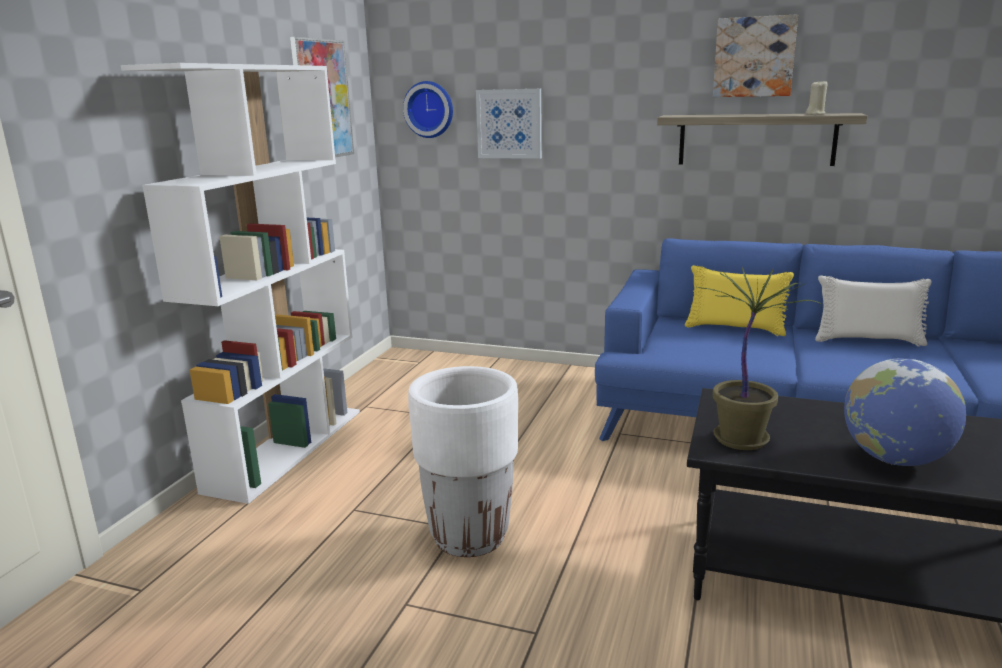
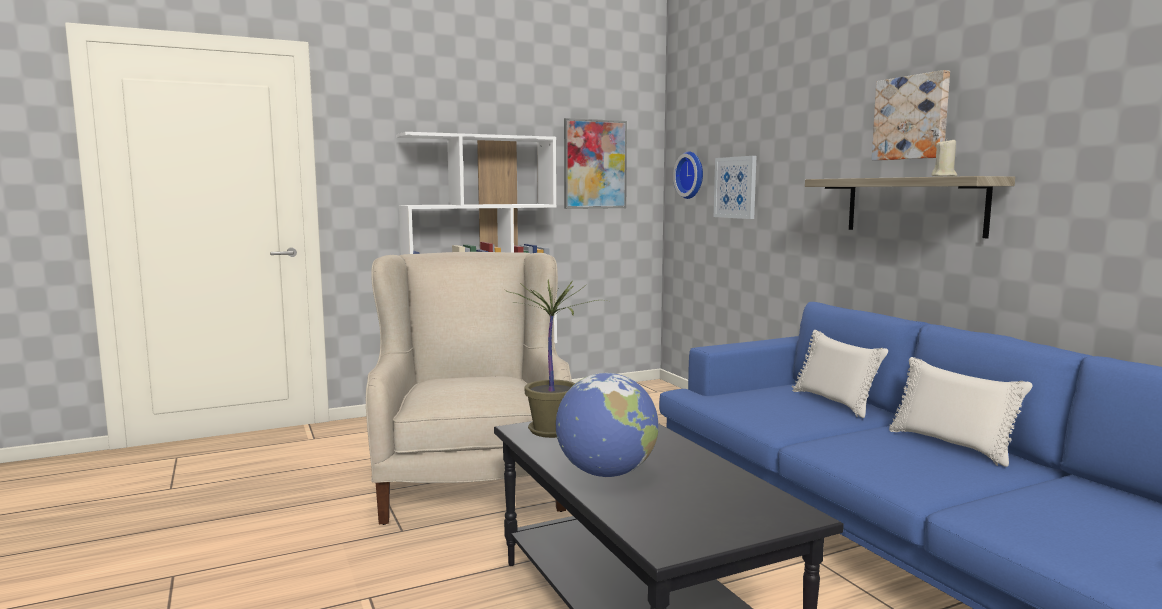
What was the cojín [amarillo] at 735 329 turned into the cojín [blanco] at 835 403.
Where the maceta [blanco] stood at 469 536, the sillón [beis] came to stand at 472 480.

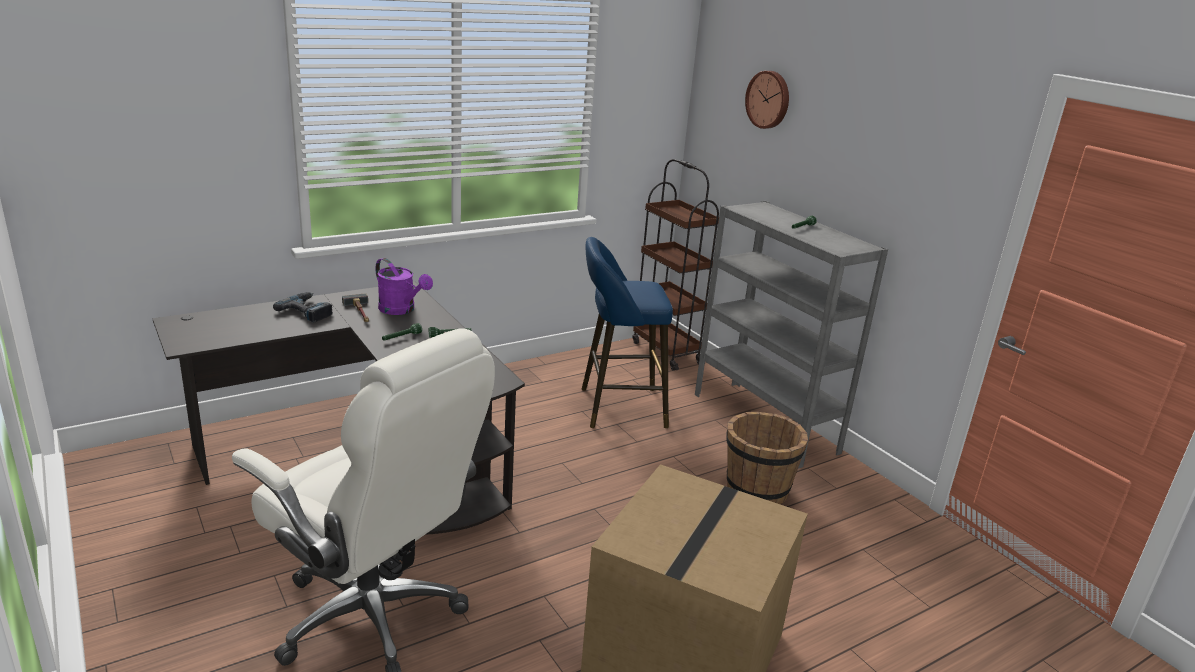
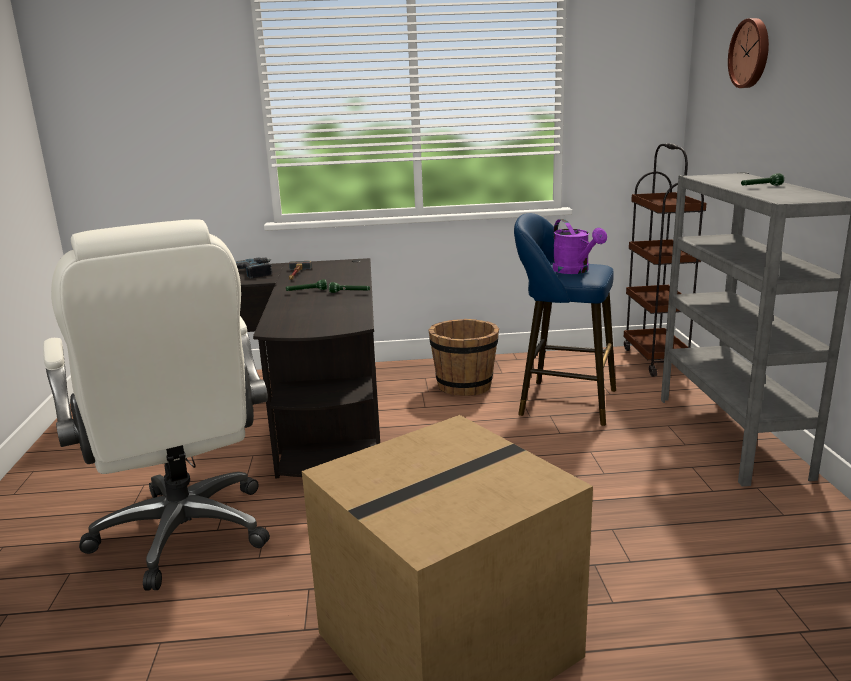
The regadera [morado] ended up elsewhere, having gone from 401 310 to 575 271.
The cubo [marrón] ended up elsewhere, having gone from 756 489 to 464 385.

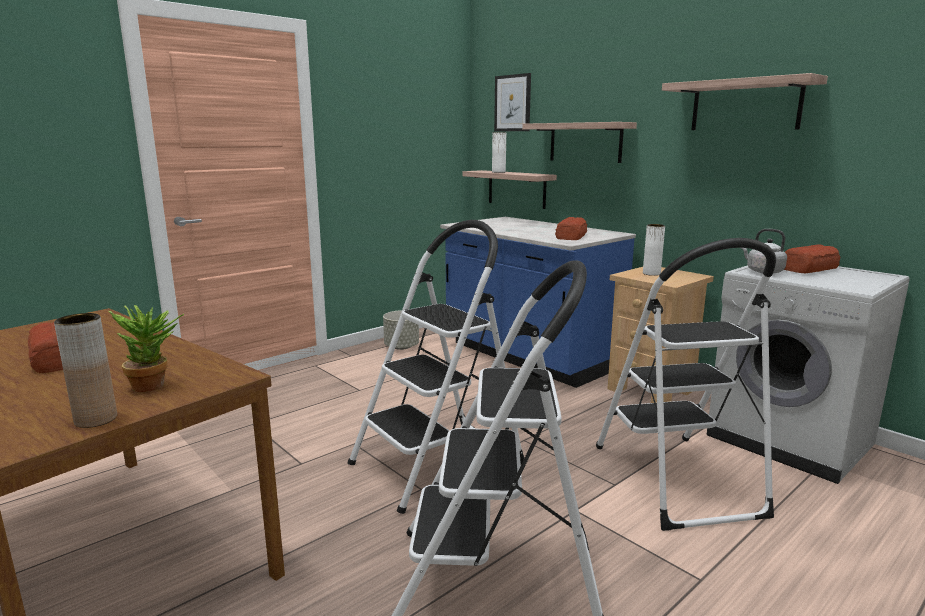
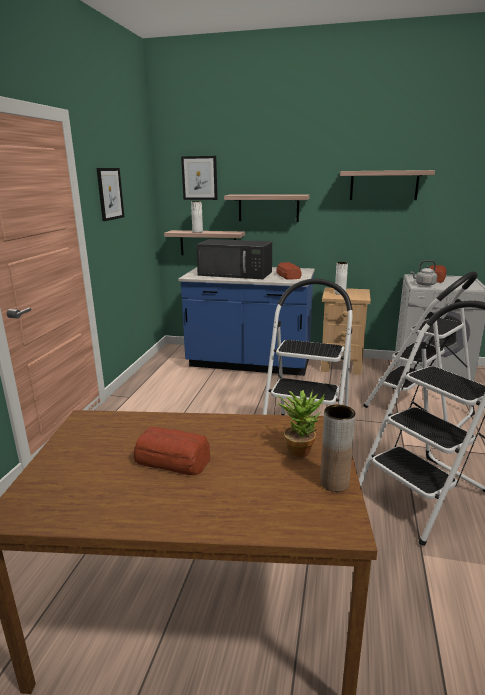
The second view lost the maceta [gris] at 402 347.
The second view gained the cuadro at 110 194.
The second view gained the microondas [negro] at 236 273.

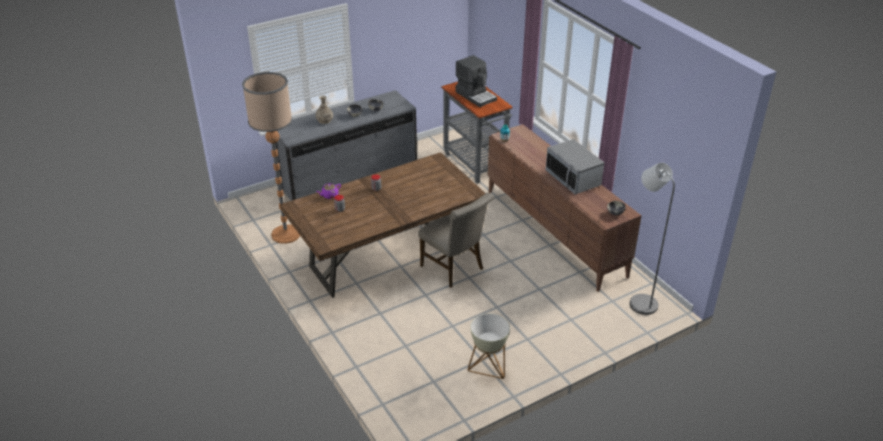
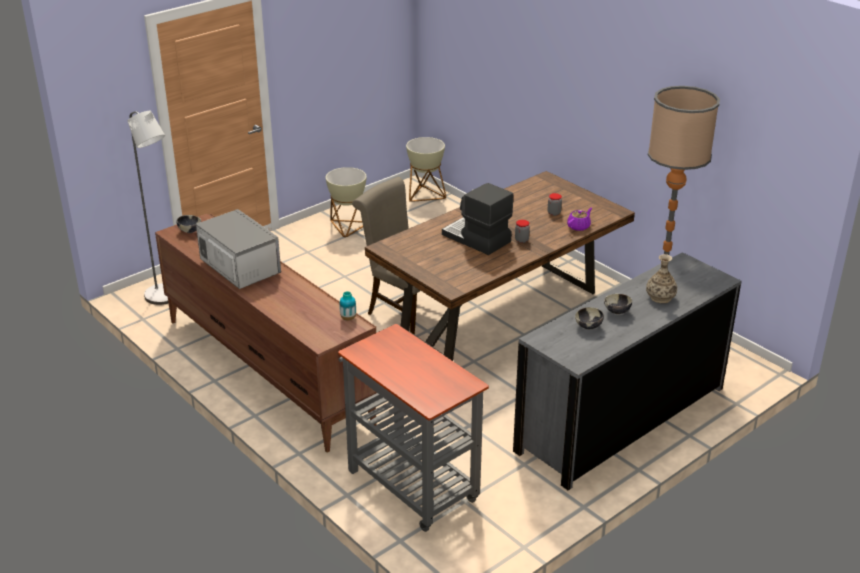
The cafetera ended up elsewhere, having gone from 476 96 to 476 239.
The second view gained the maceta at 426 195.

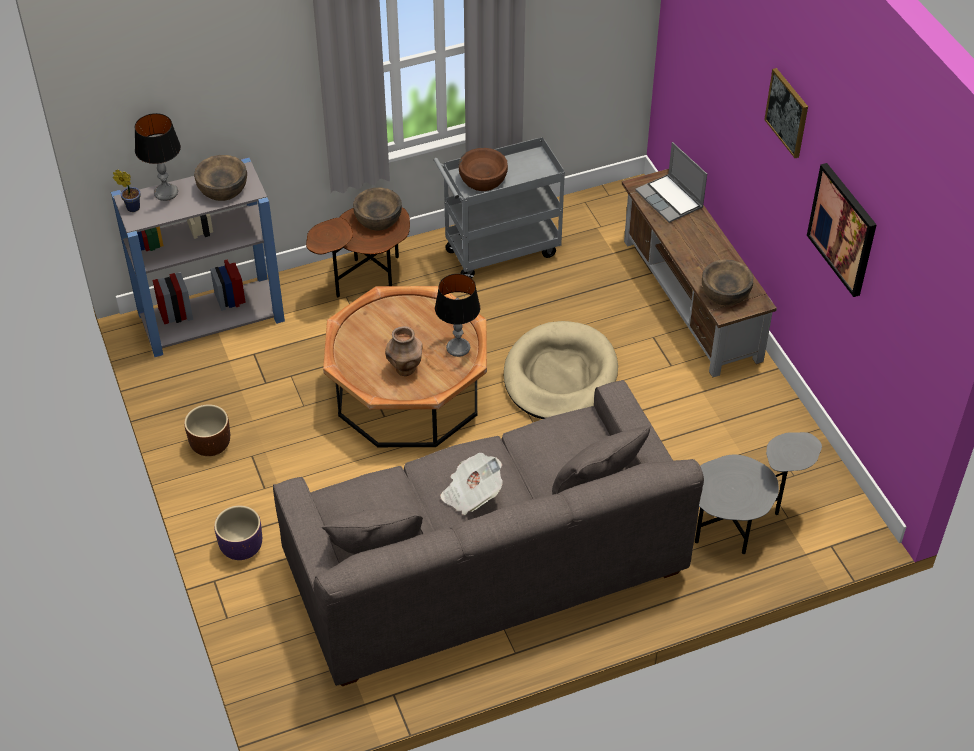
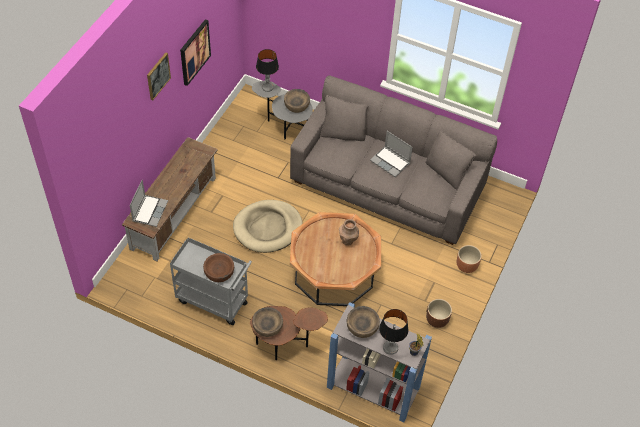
The cuenco [marrón] ended up elsewhere, having gone from 725 292 to 296 105.
The lámpara de mesa ended up elsewhere, having gone from 458 348 to 267 87.
Where the periódico stood at 471 494, the portátil came to stand at 390 162.
What was the maceta [morado] at 241 547 turned into the maceta [marrón] at 466 266.

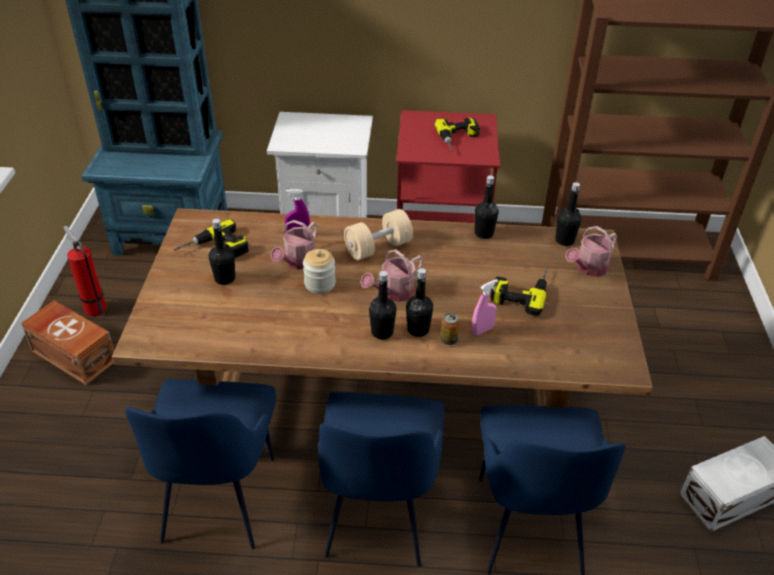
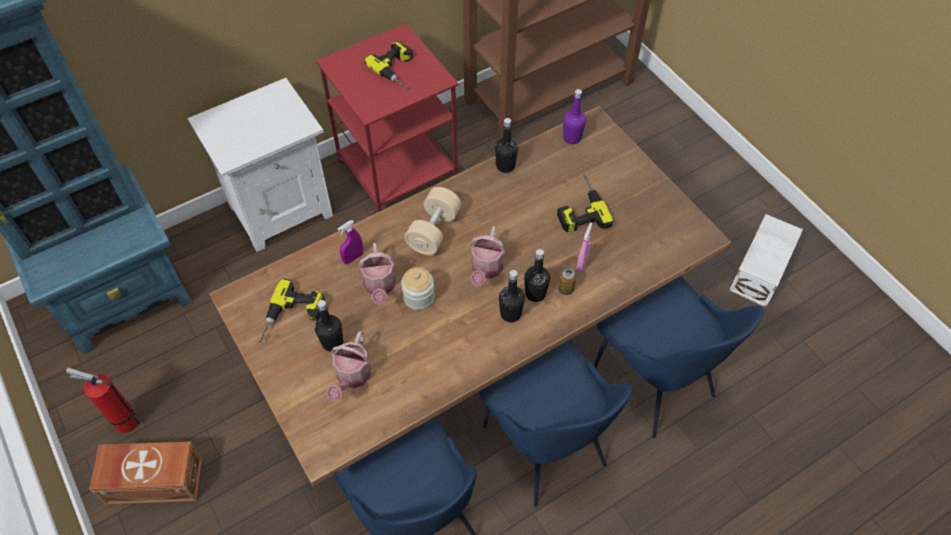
What was the botella [negro] at 564 240 turned into the botella [morado] at 572 138.
The regadera ended up elsewhere, having gone from 588 268 to 351 378.

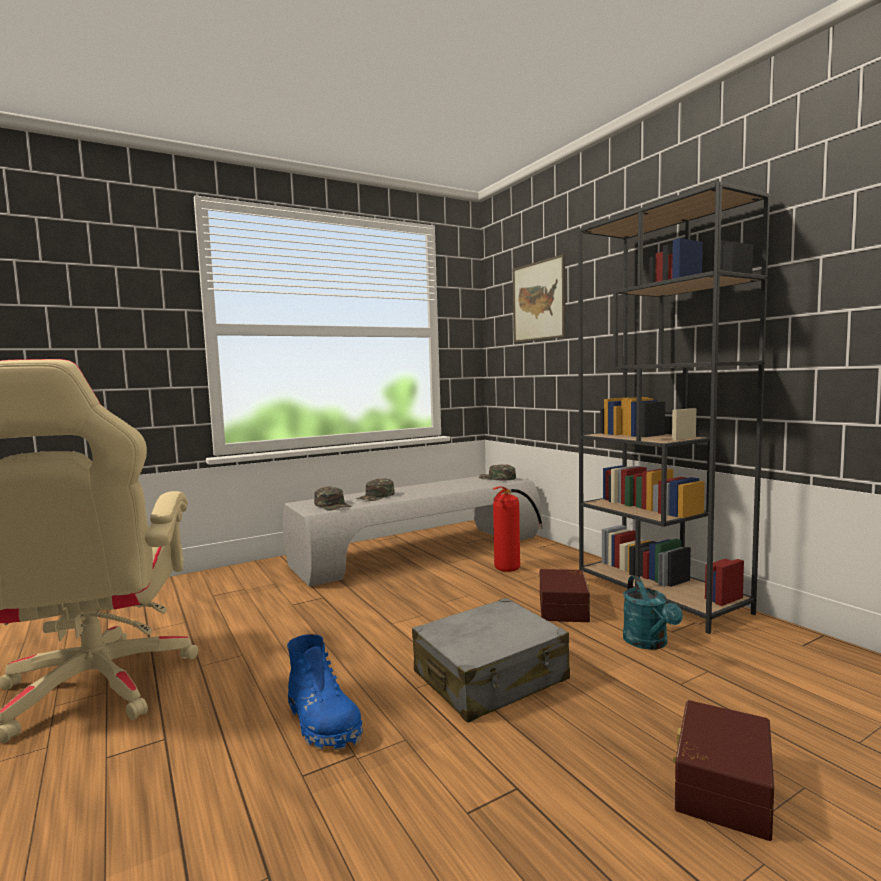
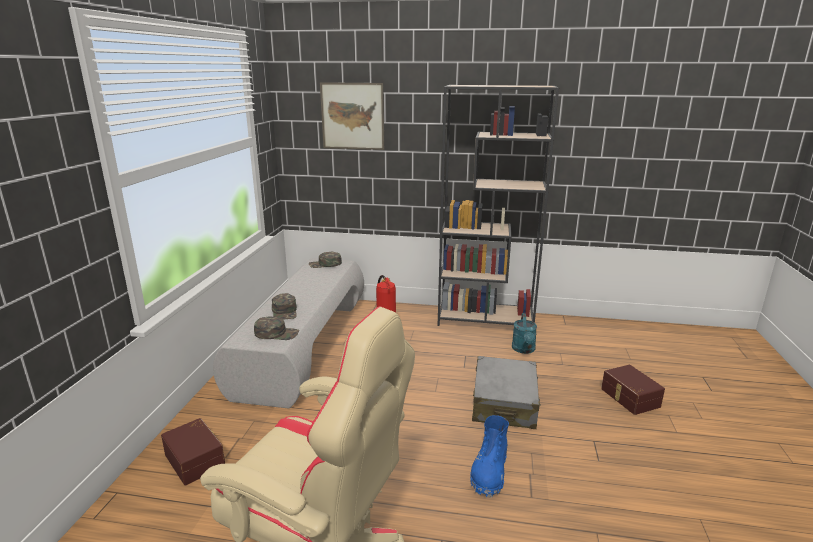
The caja de almacenaje [marrón] ended up elsewhere, having gone from 565 608 to 196 459.
The regadera [turquesa] at 649 643 ended up facing another way, 60 degrees clockwise from before.
The bota [azul] at 323 723 ended up facing another way, 105 degrees clockwise from before.

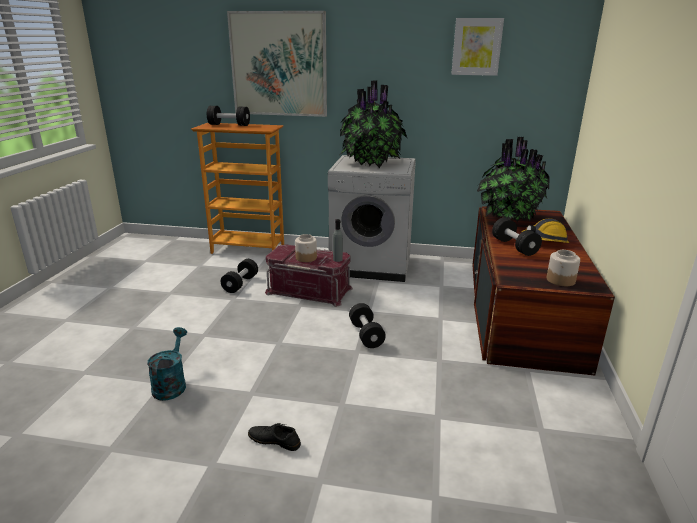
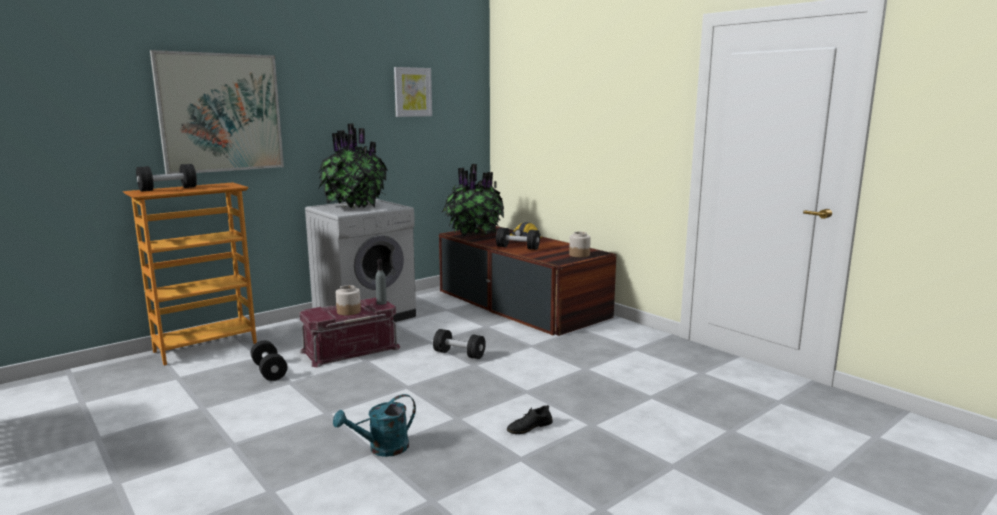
The regadera [turquesa] at 171 384 ended up facing another way, 75 degrees counterclockwise from before.

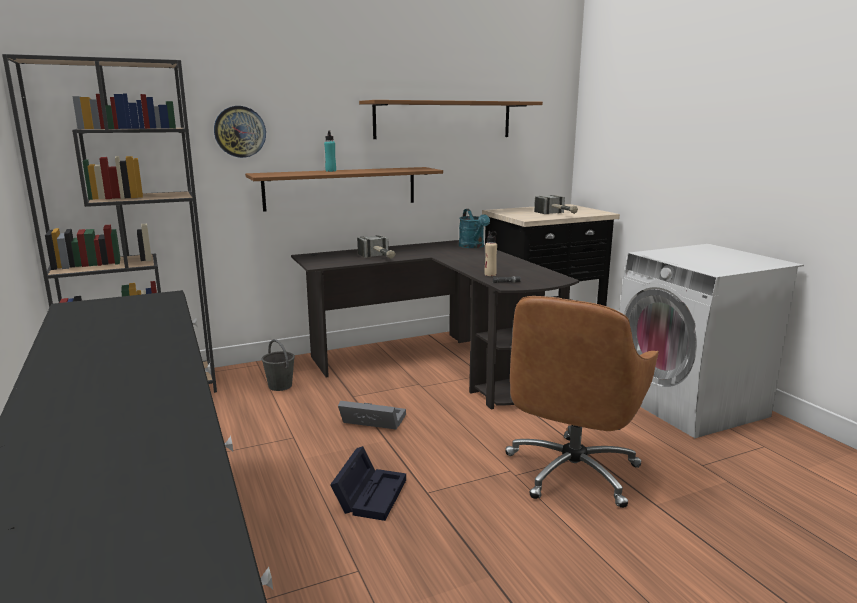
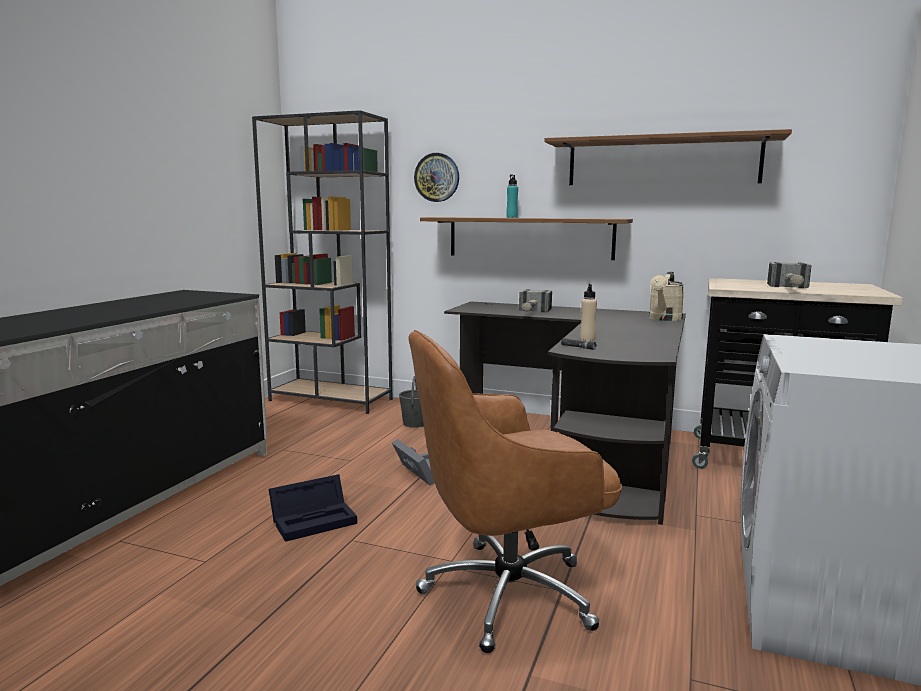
What was the regadera [turquesa] at 473 246 turned into the regadera [beis] at 664 319.

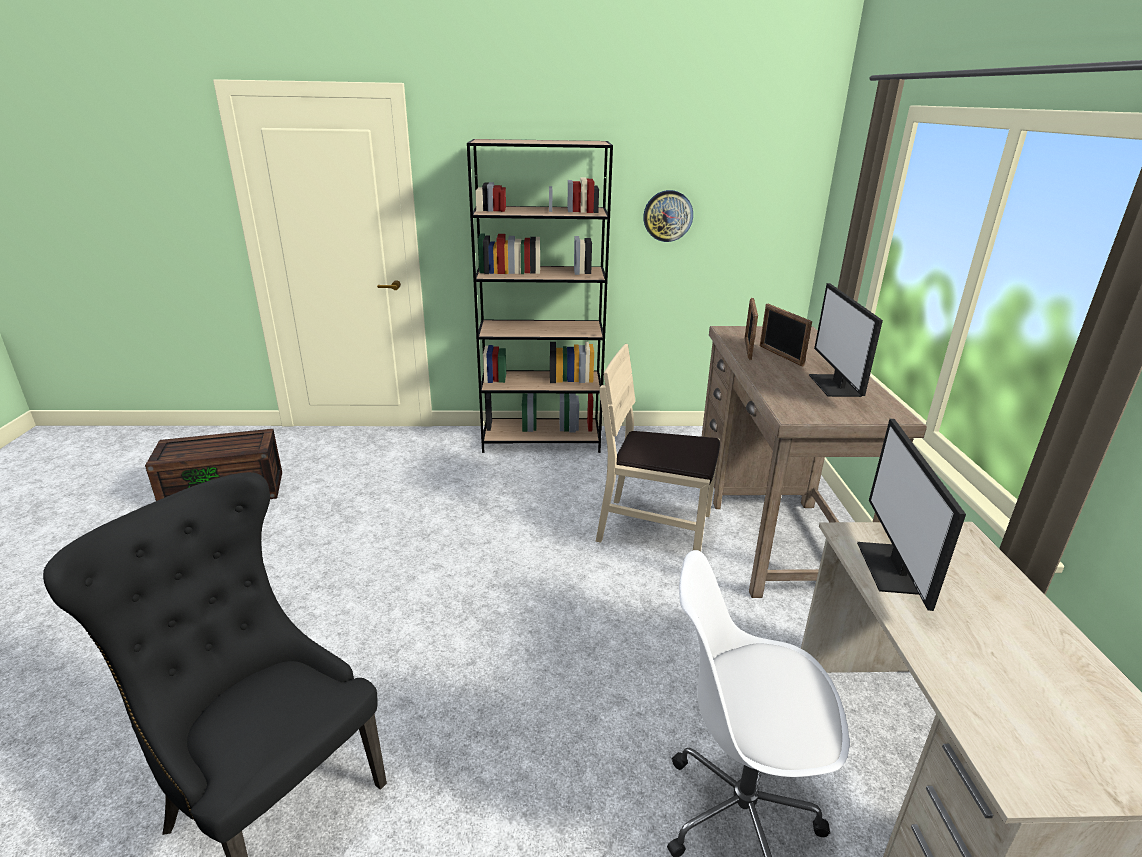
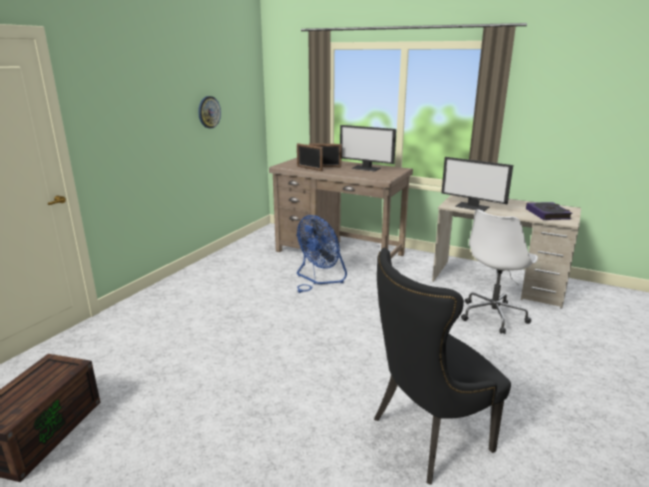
The second view lost the estantería [beis] at 542 439.
Where the silla [beis] stood at 655 528, the ventilador [azul] came to stand at 314 278.
The second view gained the libro at 547 214.

